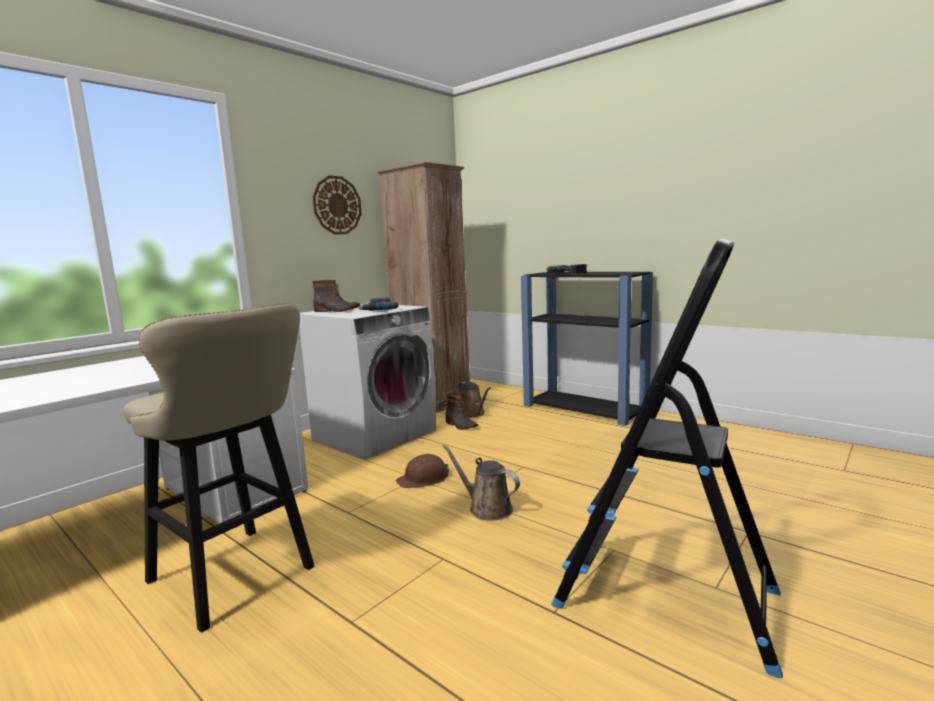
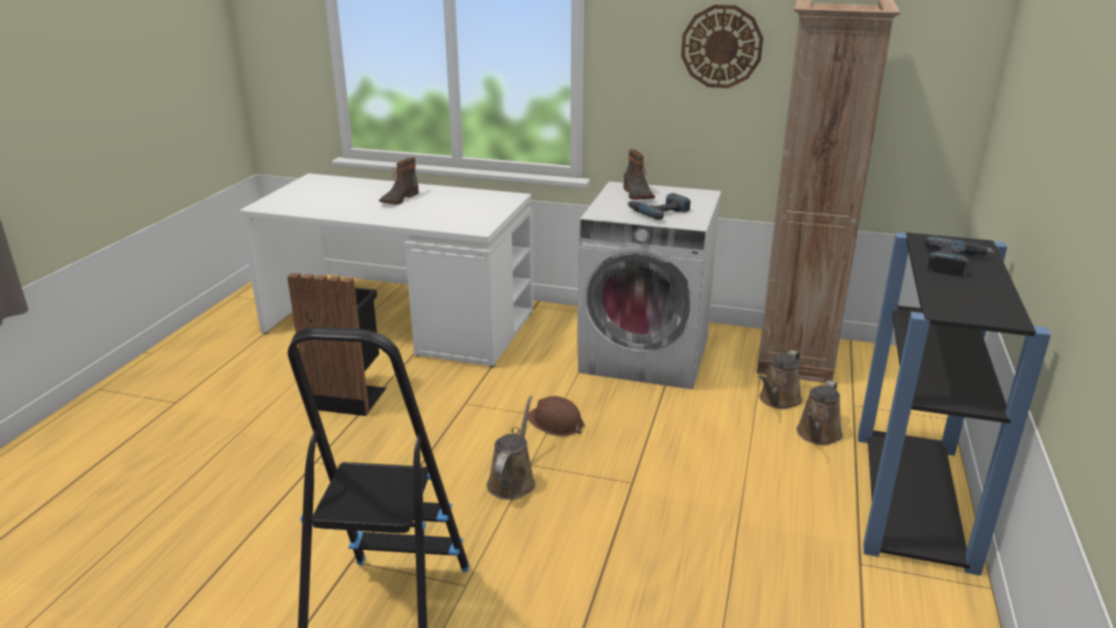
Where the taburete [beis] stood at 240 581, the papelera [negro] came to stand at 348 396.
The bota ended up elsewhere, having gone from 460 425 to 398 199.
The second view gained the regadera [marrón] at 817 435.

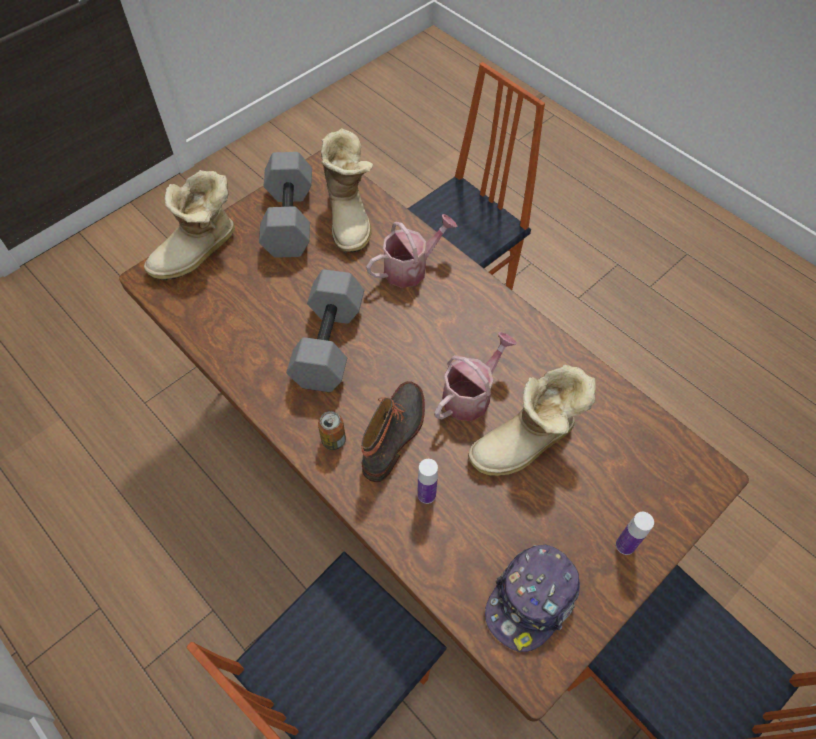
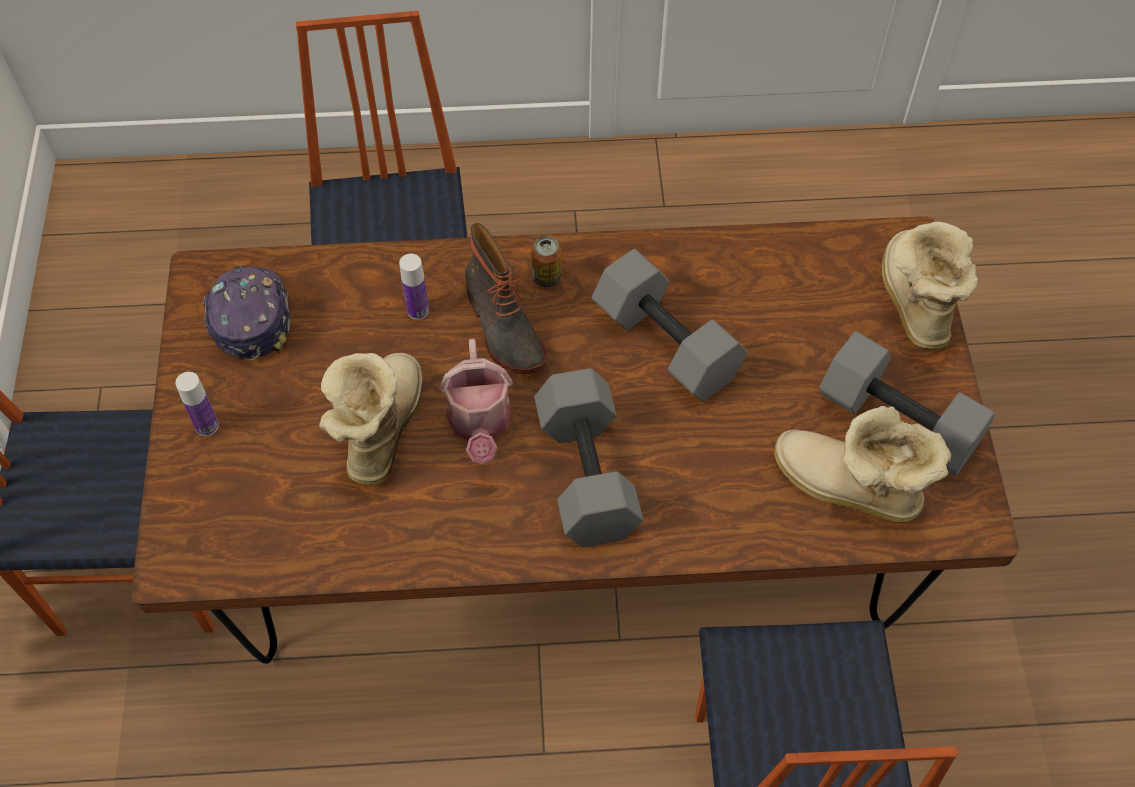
The second view lost the regadera at 411 268.
The second view gained the mancuerna [gris] at 584 473.

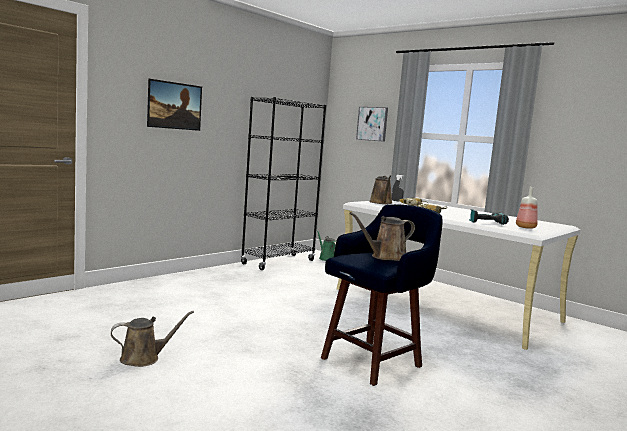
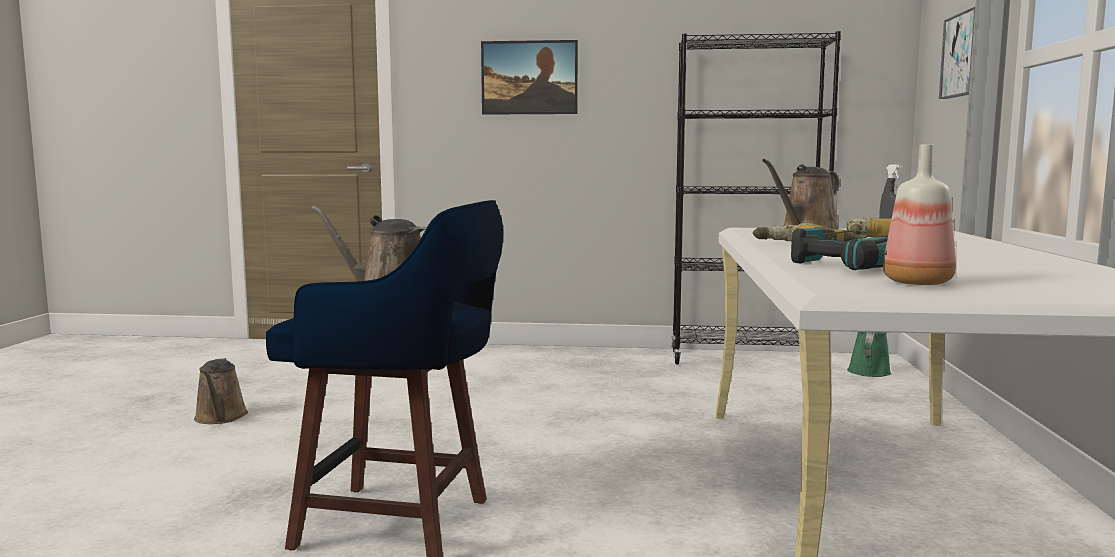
The regadera [marrón] at 144 358 ended up facing another way, 45 degrees clockwise from before.

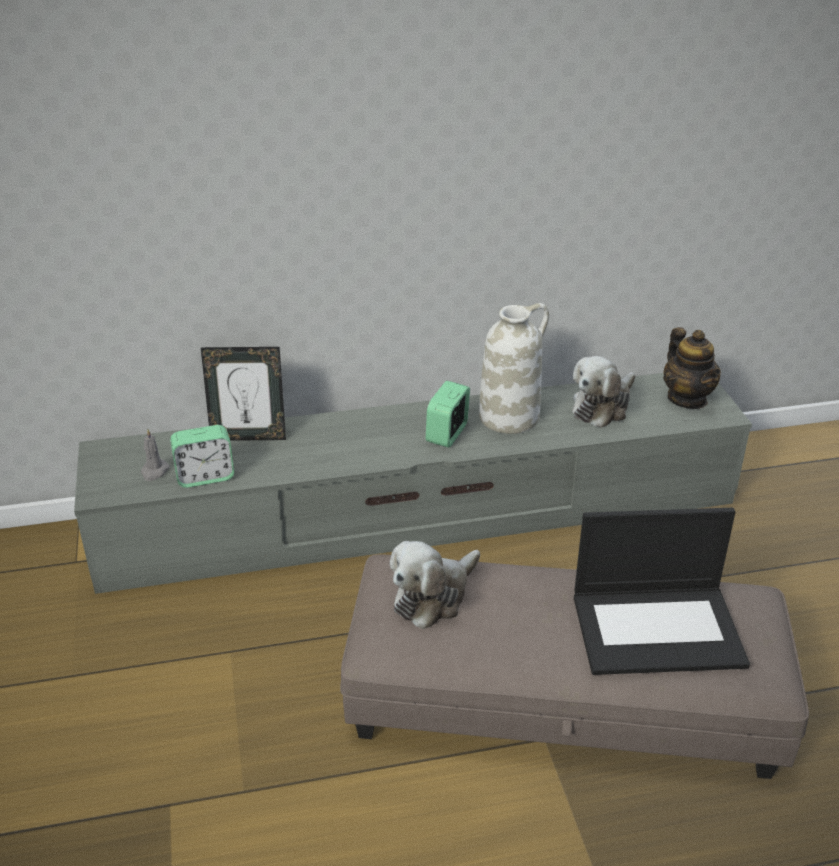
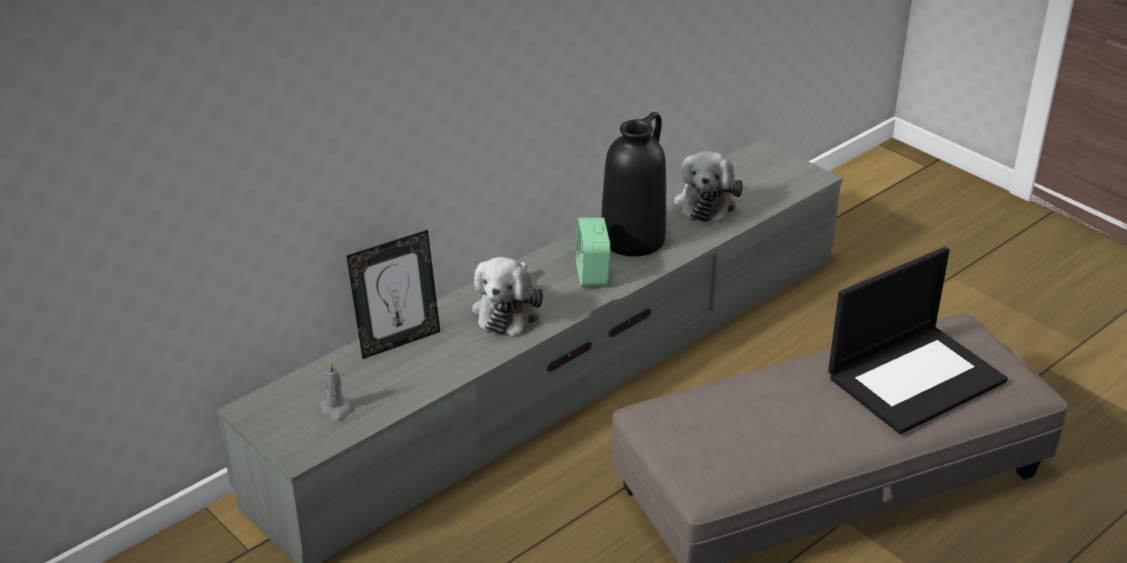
What was the florero [blanco] at 509 416 turned into the florero [negro] at 633 238.
The second view lost the tetera at 687 399.
The second view lost the despertador at 205 476.
The peluche ended up elsewhere, having gone from 433 596 to 508 310.

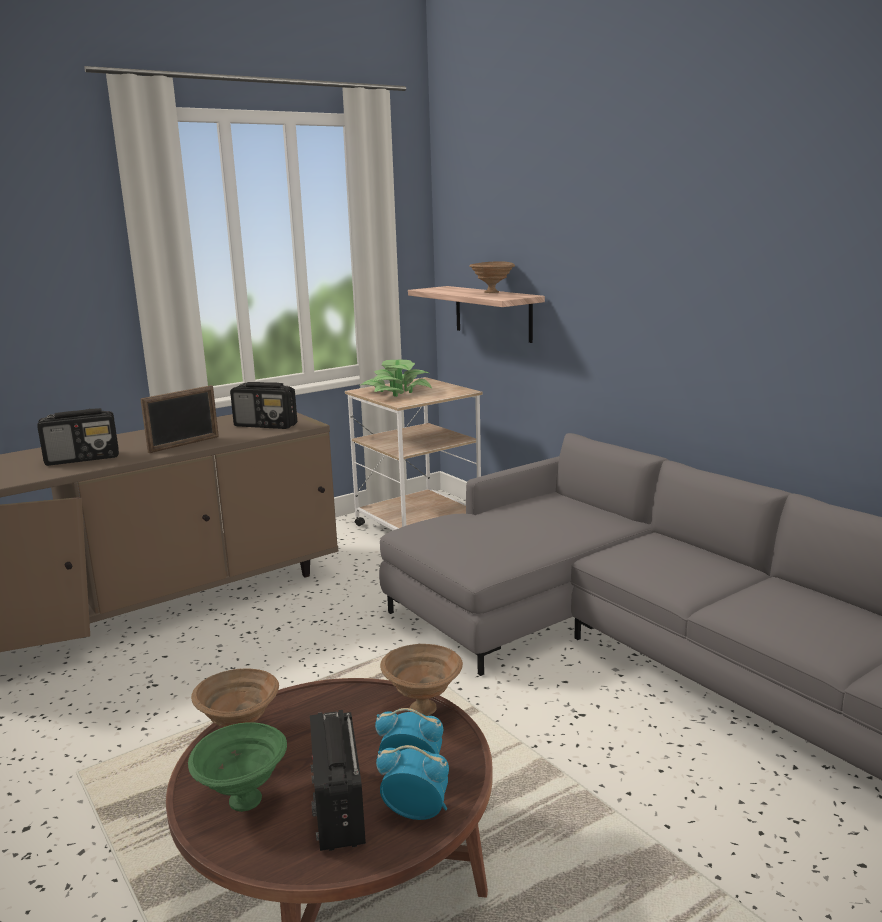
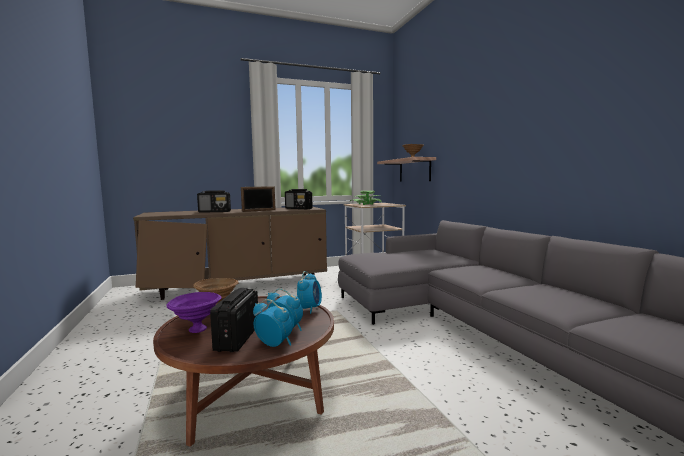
Where the cuenco [marrón] stood at 422 708, the despertador came to stand at 310 309.
What was the cuenco [verde] at 244 802 turned into the cuenco [morado] at 196 330.

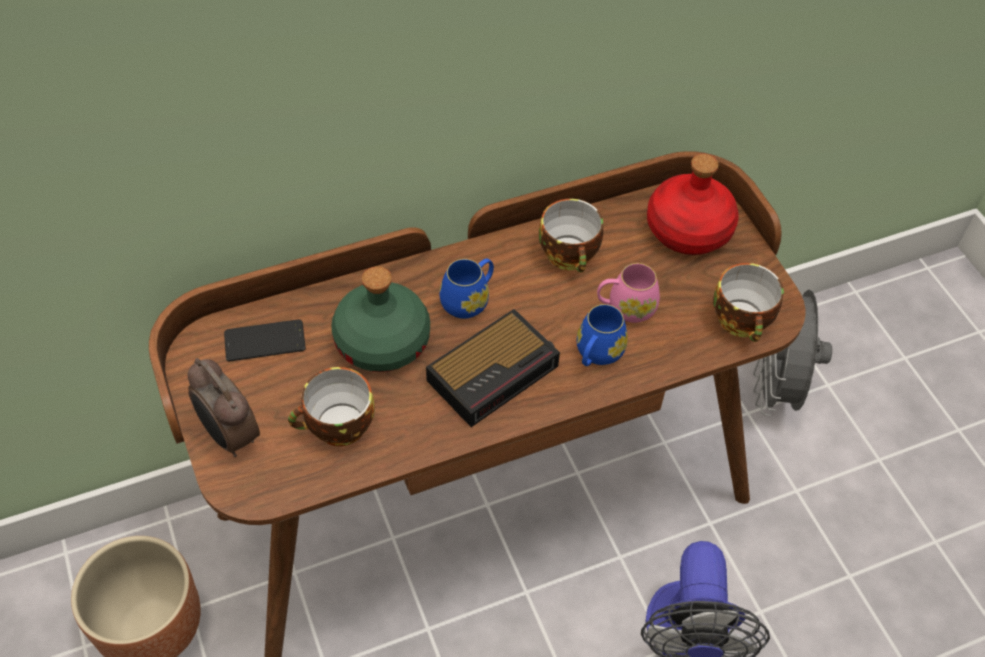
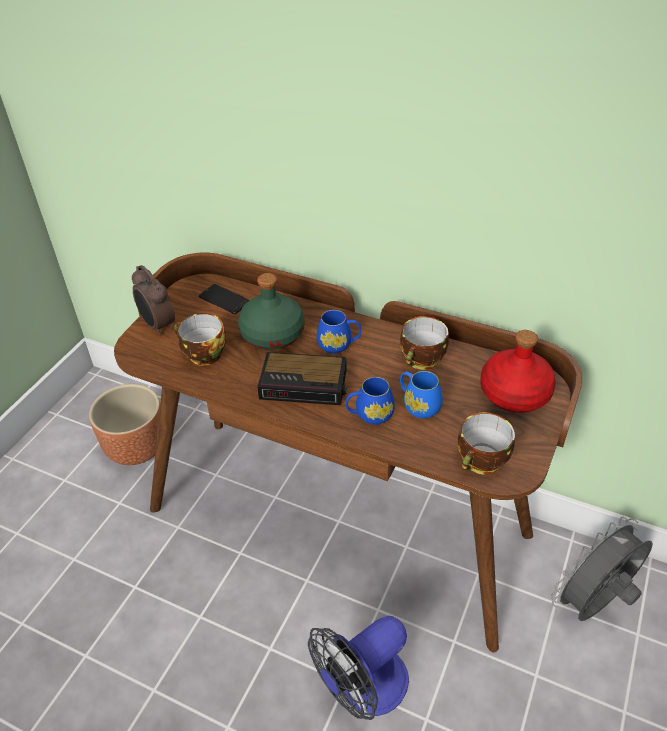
What was the taza grande [rosa] at 625 308 turned into the taza grande [azul] at 418 405.
The despertador at 230 436 ended up facing another way, 45 degrees counterclockwise from before.

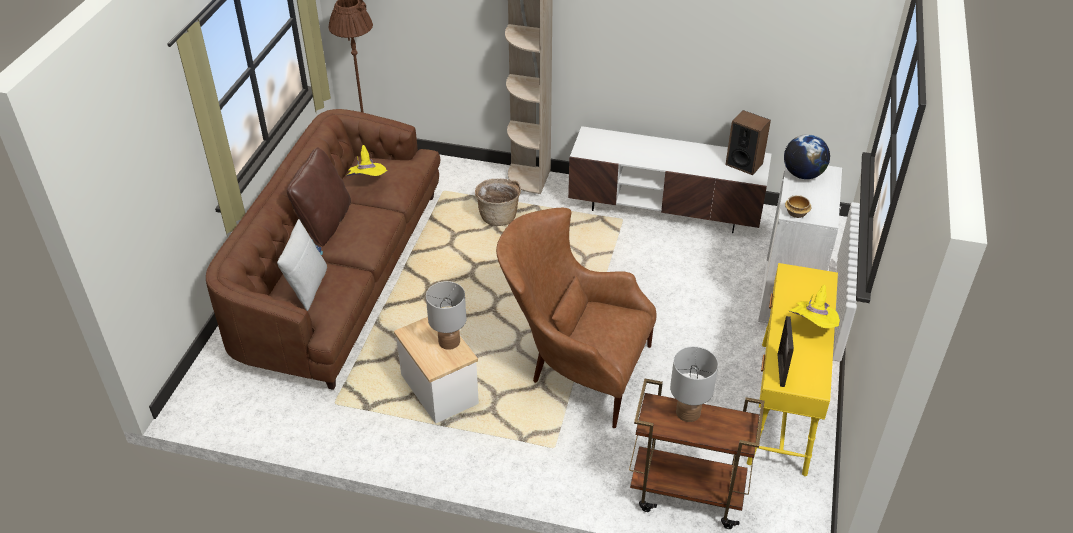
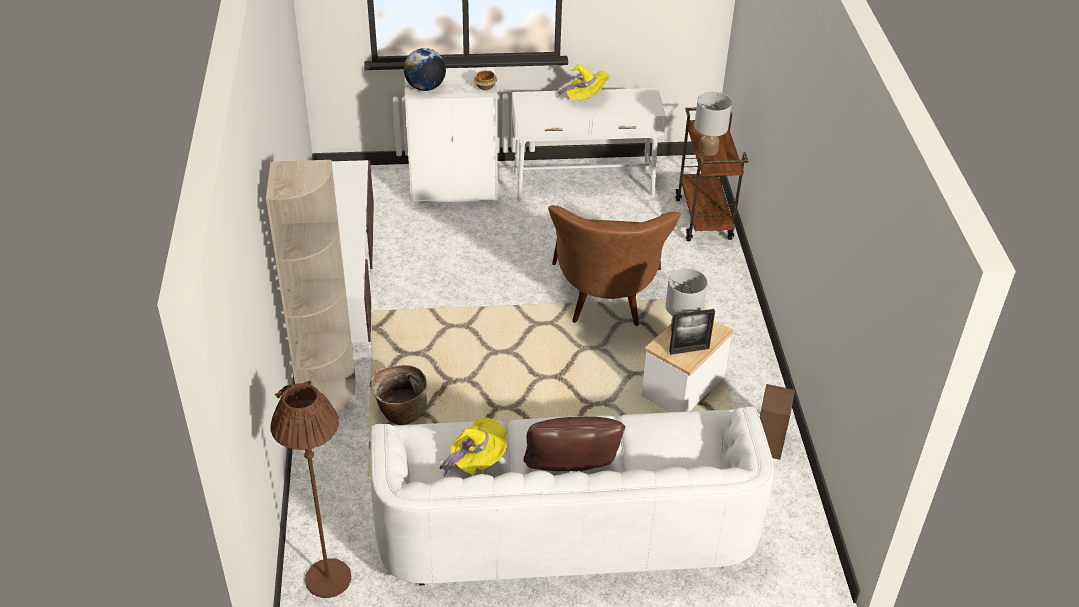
What was the sofá [marrón] at 339 276 turned into the sofá [blanco] at 566 524.
The altavoz ended up elsewhere, having gone from 744 164 to 768 443.
The second view lost the cojín [gris] at 308 288.
What was the mesa consola [amarillo] at 781 406 turned into the mesa consola [blanco] at 584 184.
The portarretratos ended up elsewhere, having gone from 781 370 to 689 350.

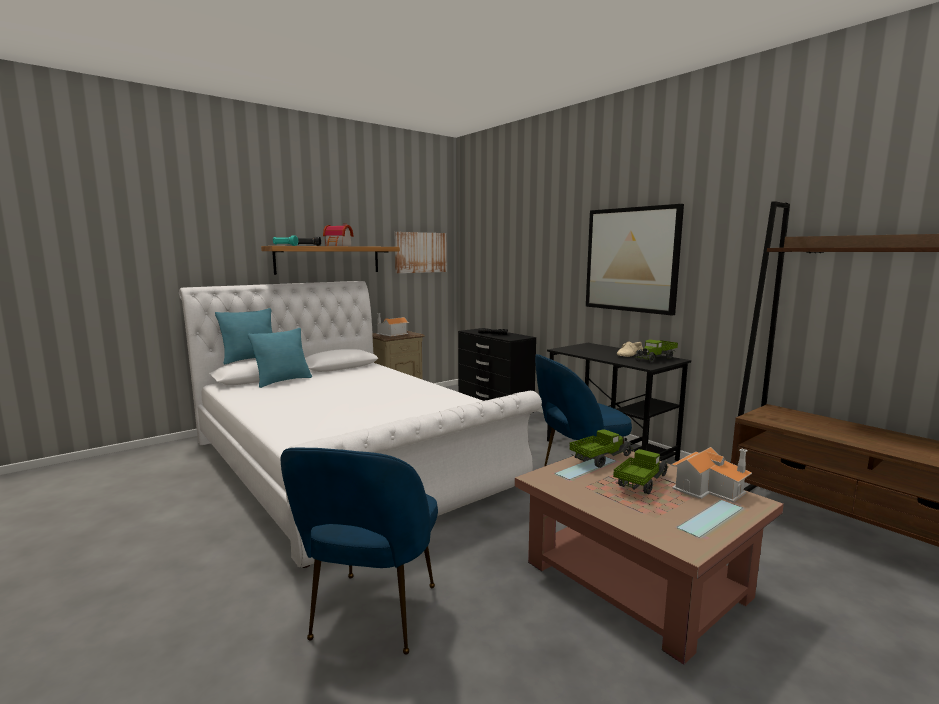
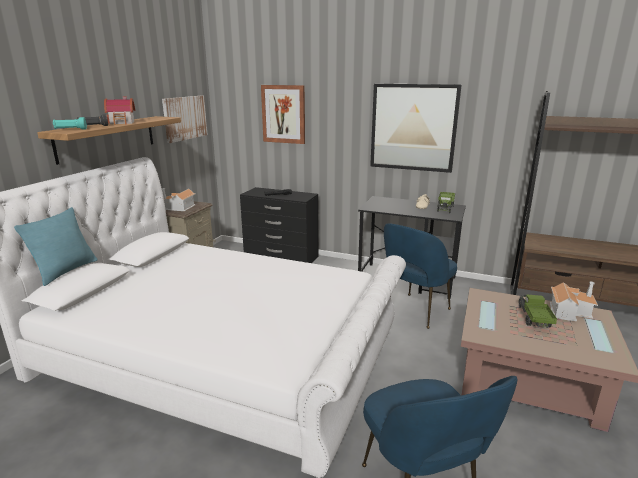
The second view lost the cojín [turquesa] at 283 381.
The second view lost the camión de juguete at 601 459.
The second view gained the cuadro at 283 114.

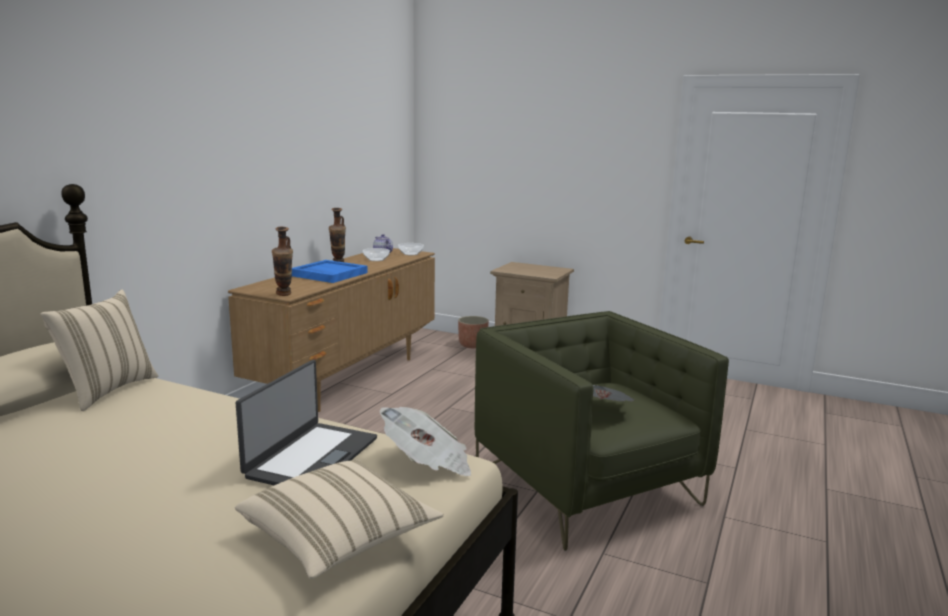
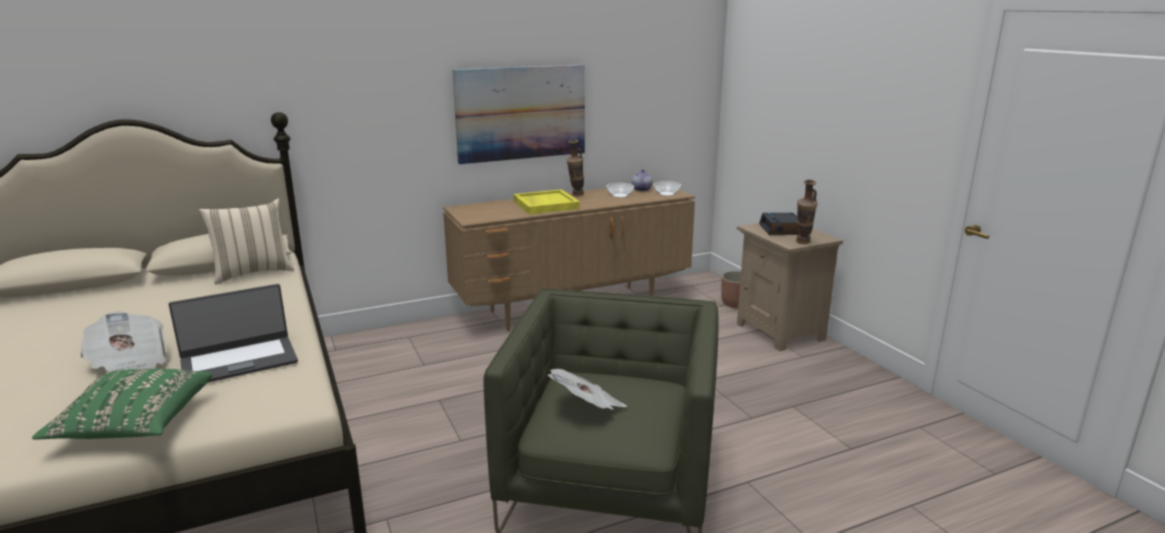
The florero ended up elsewhere, having gone from 284 295 to 802 243.
What was the bandeja [azul] at 328 274 turned into the bandeja [amarillo] at 545 204.
The periódico ended up elsewhere, having gone from 428 464 to 129 364.
What was the cojín [beis] at 339 539 turned into the cojín [verde] at 134 425.
The second view gained the cuadro at 521 113.
The second view gained the despertador at 782 229.

